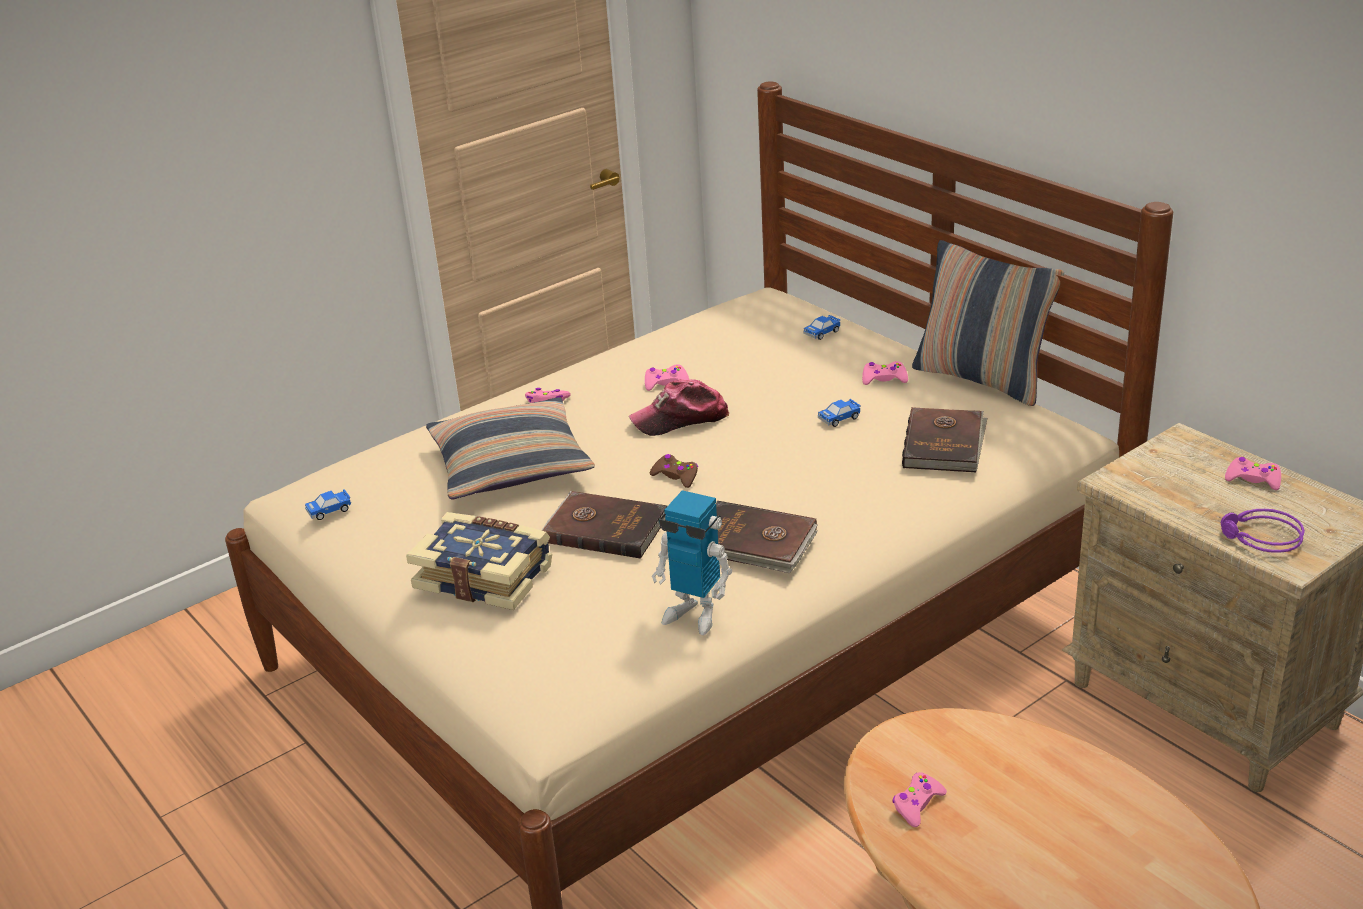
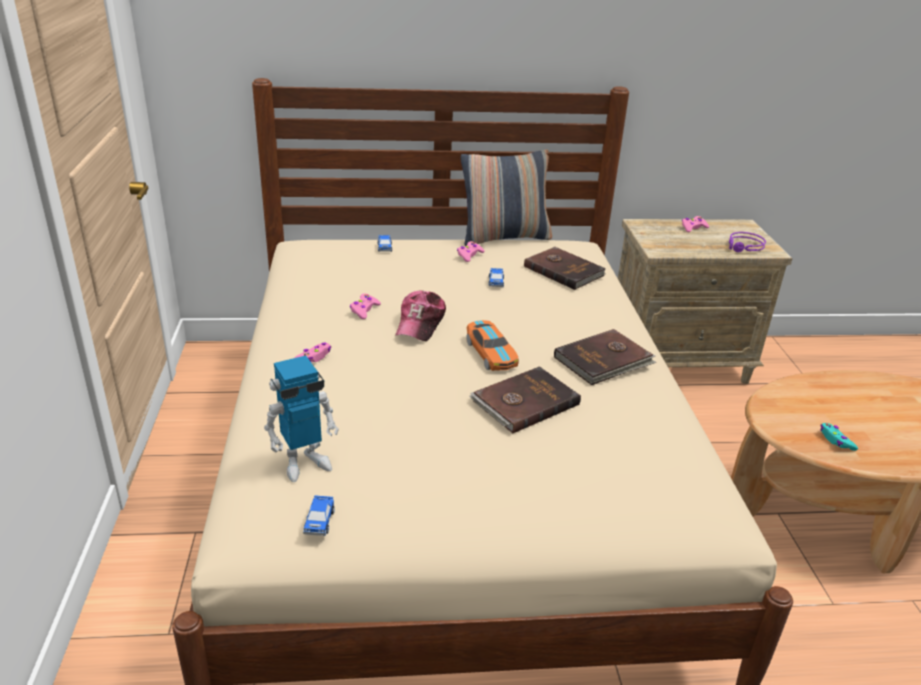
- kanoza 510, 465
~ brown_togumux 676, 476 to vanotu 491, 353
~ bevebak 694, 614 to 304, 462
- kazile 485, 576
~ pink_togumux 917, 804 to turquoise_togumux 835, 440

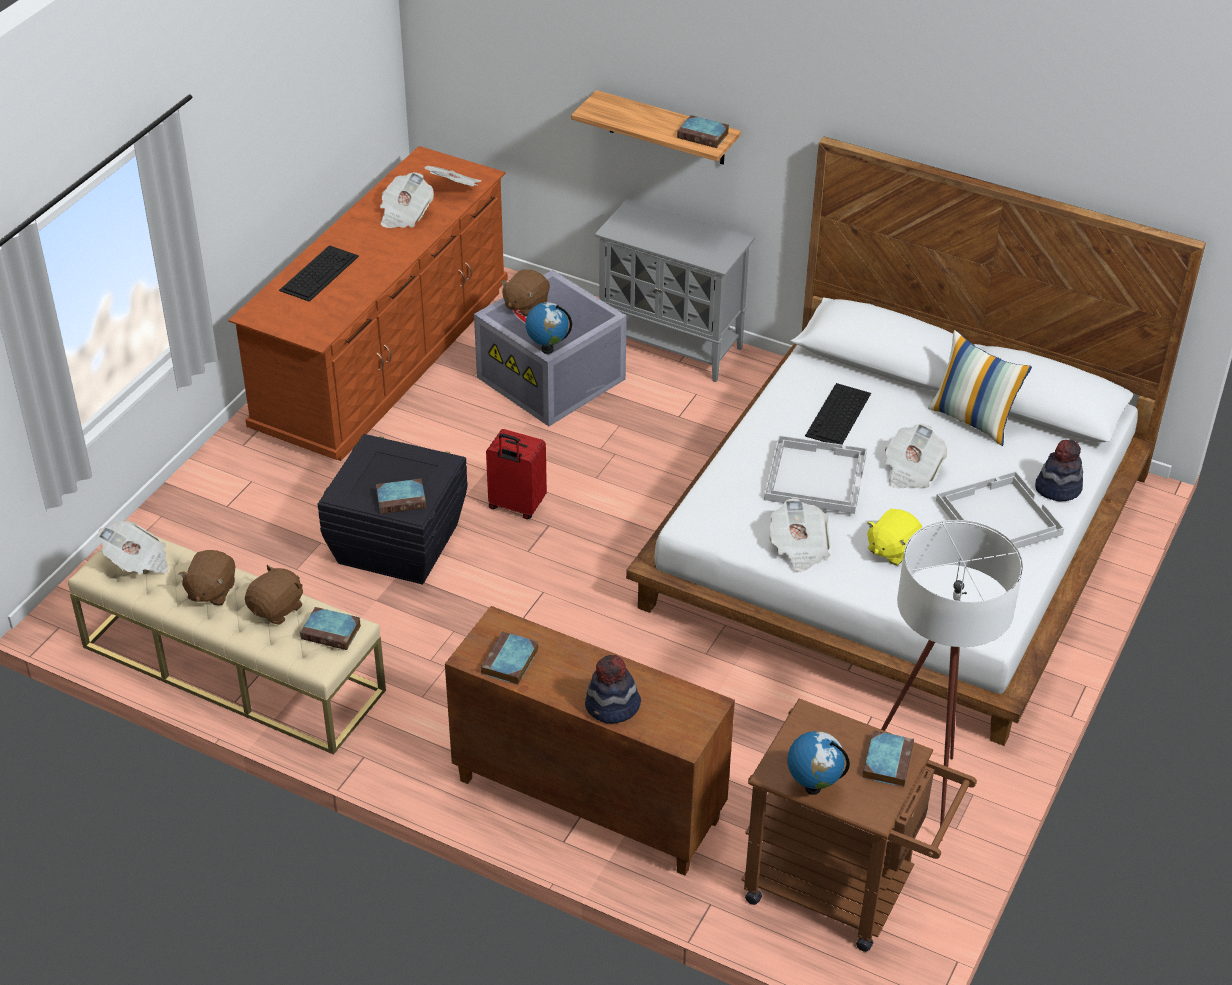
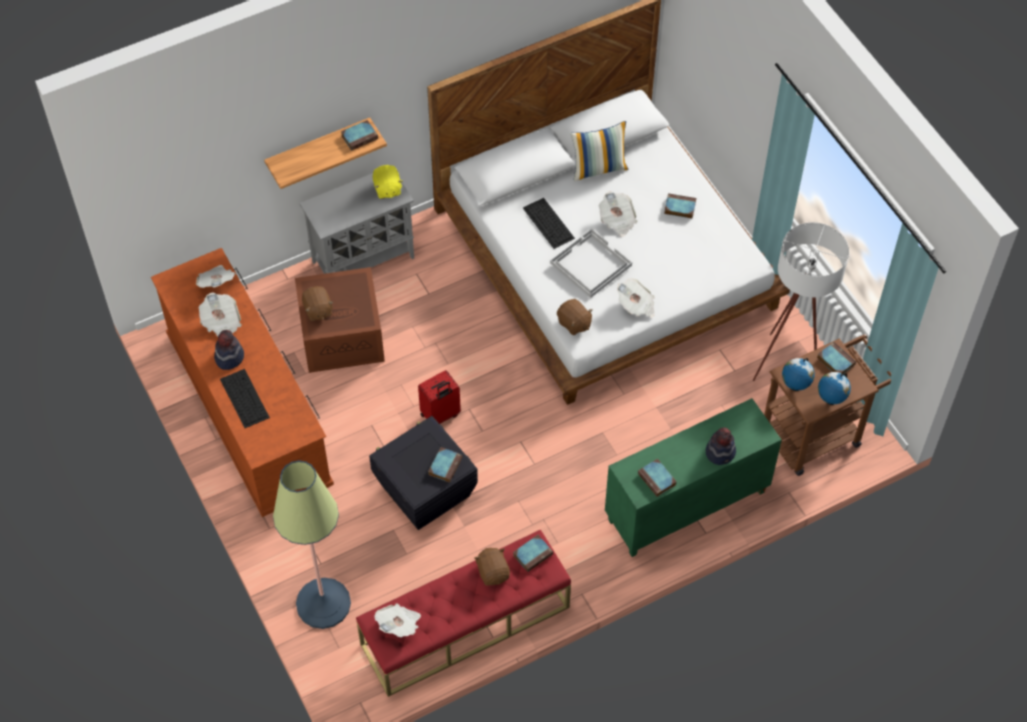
~ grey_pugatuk 553, 378 to brown_pugatuk 343, 334
~ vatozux 547, 349 to 795, 386
~ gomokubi 1058, 488 to 229, 357
~ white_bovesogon 997, 517 to kazile 679, 207
~ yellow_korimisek 891, 549 to 387, 189
~ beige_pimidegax 232, 668 to red_pimidegax 465, 626
~ brown_korimisek 211, 591 to 574, 323
~ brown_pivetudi 586, 801 to green_pivetudi 686, 507
+ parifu 323, 603

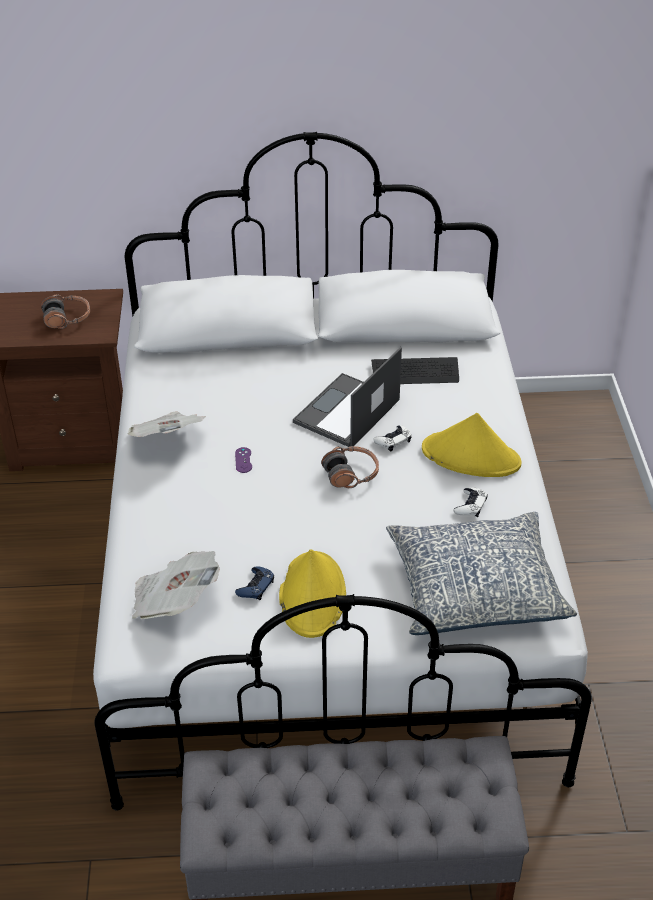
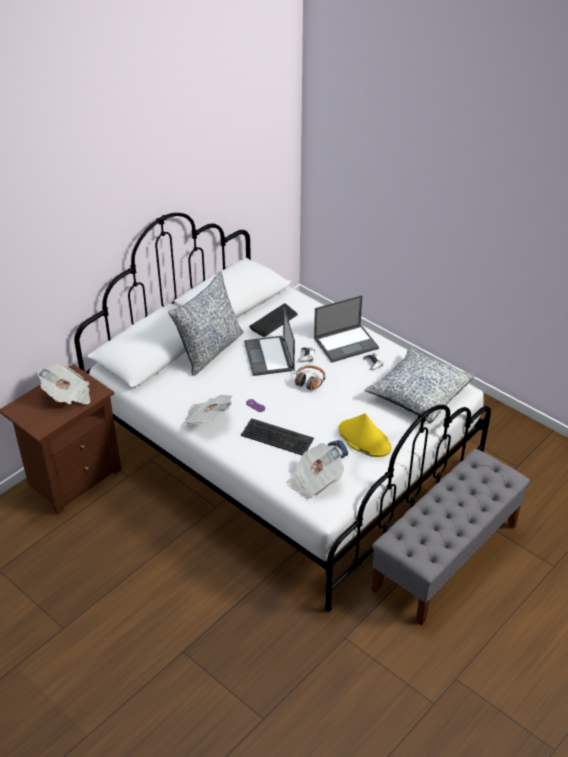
~ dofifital 67, 318 to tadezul 68, 395
~ yellow_gomokubi 471, 456 to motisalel 346, 343
+ kanoza 209, 350
+ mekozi 276, 438

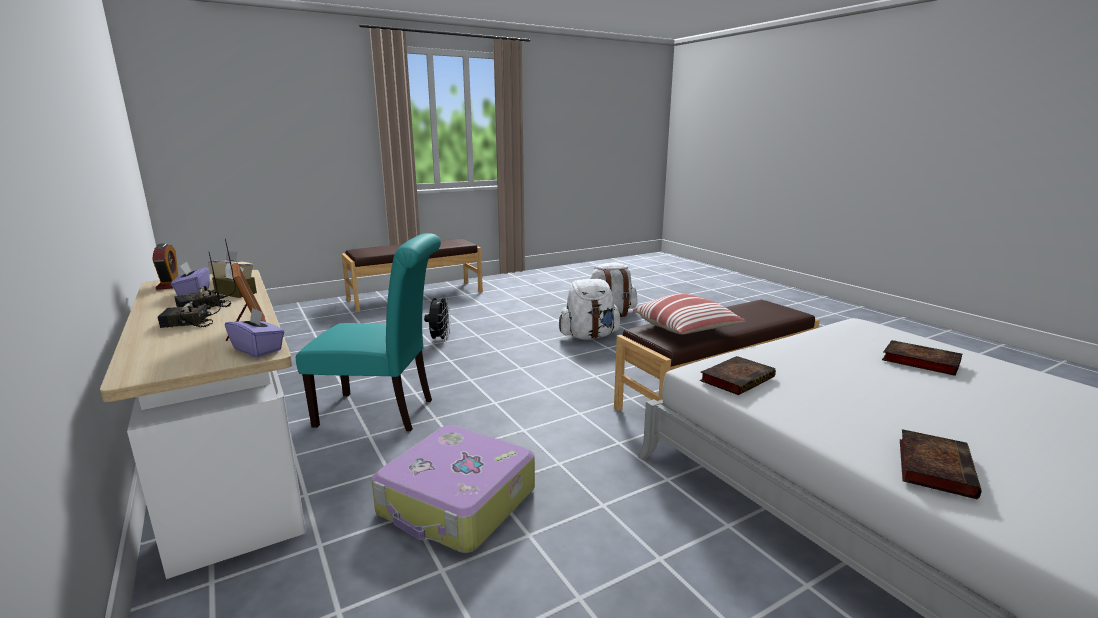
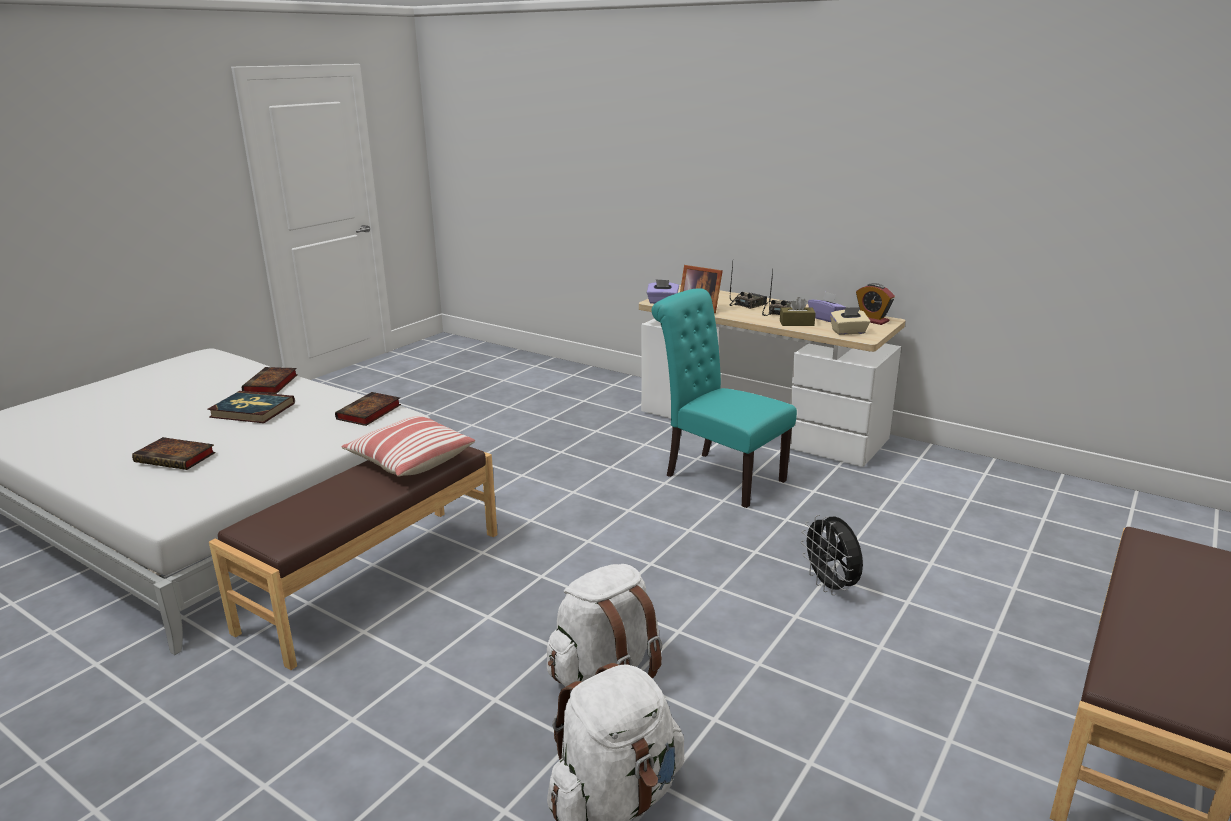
~ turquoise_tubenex 382, 412 = 718, 476 60 degrees clockwise
- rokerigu 457, 503
+ kazile 252, 410

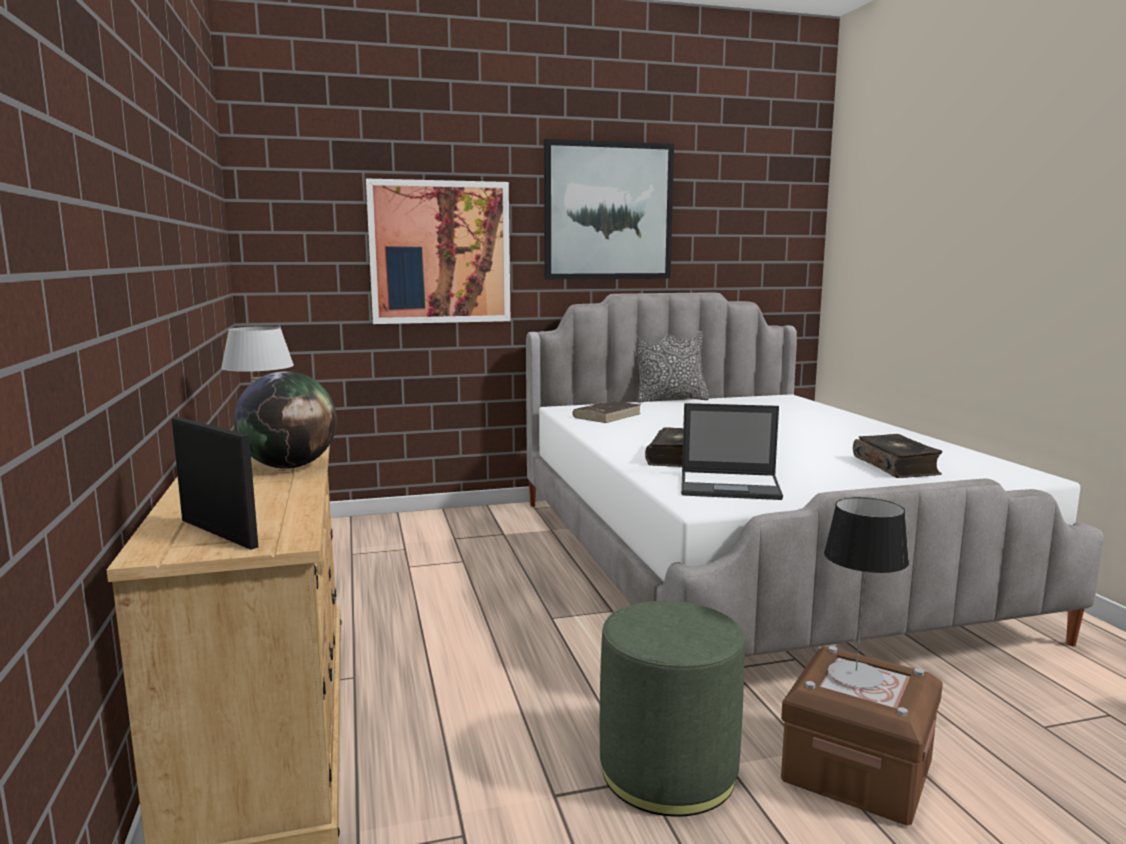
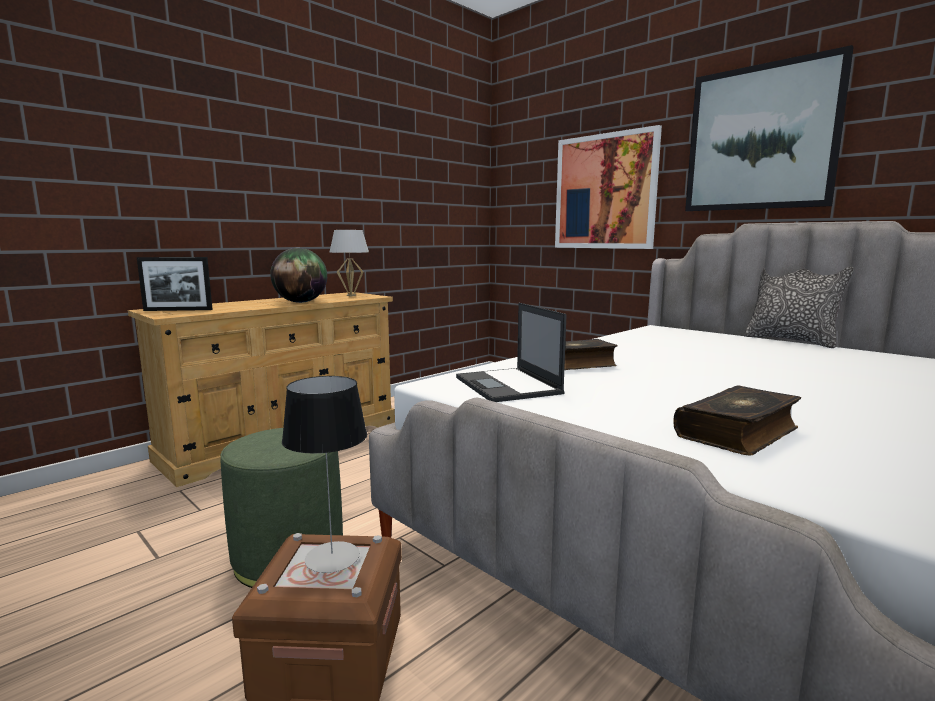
- brown_kazile 607, 415
~ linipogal 218, 533 = 178, 310 75 degrees clockwise

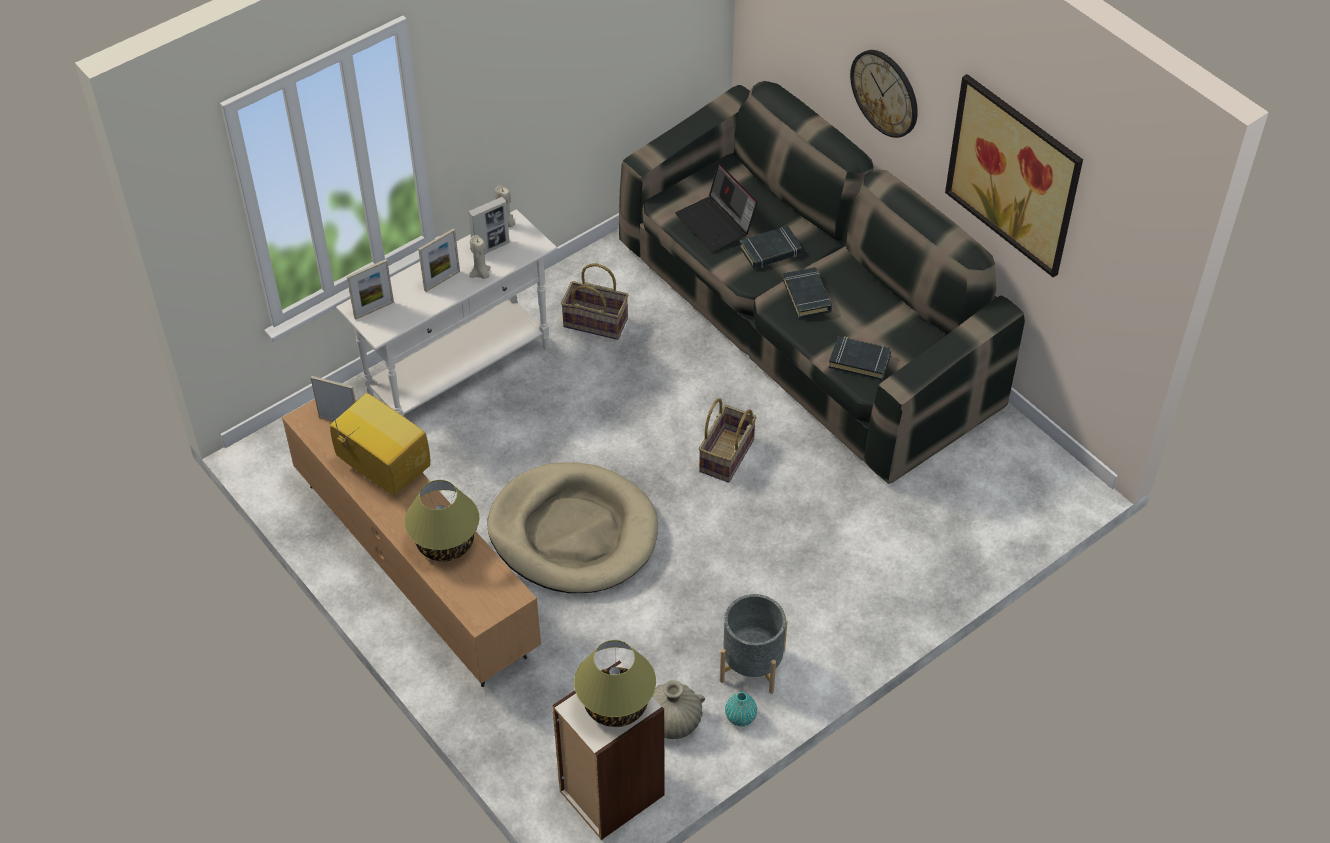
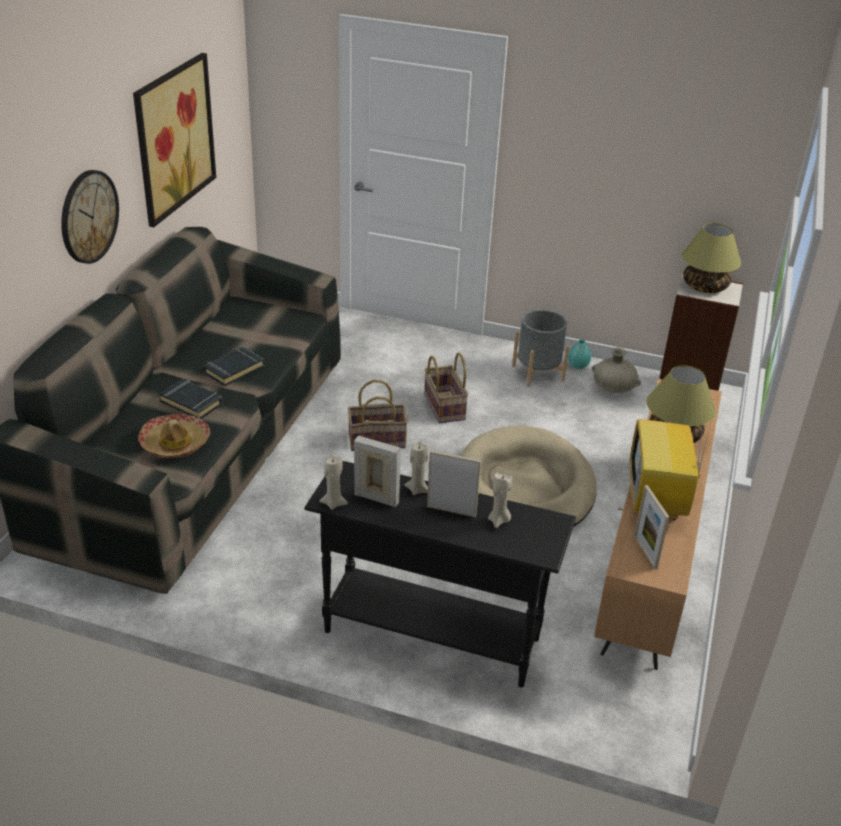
~ motisalel 716, 223 to gomokubi 175, 443
~ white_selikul 460, 373 to black_selikul 431, 634
- linipogal 374, 310
~ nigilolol 596, 322 to 443, 407
- black_kazile 859, 361
+ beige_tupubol 499, 520

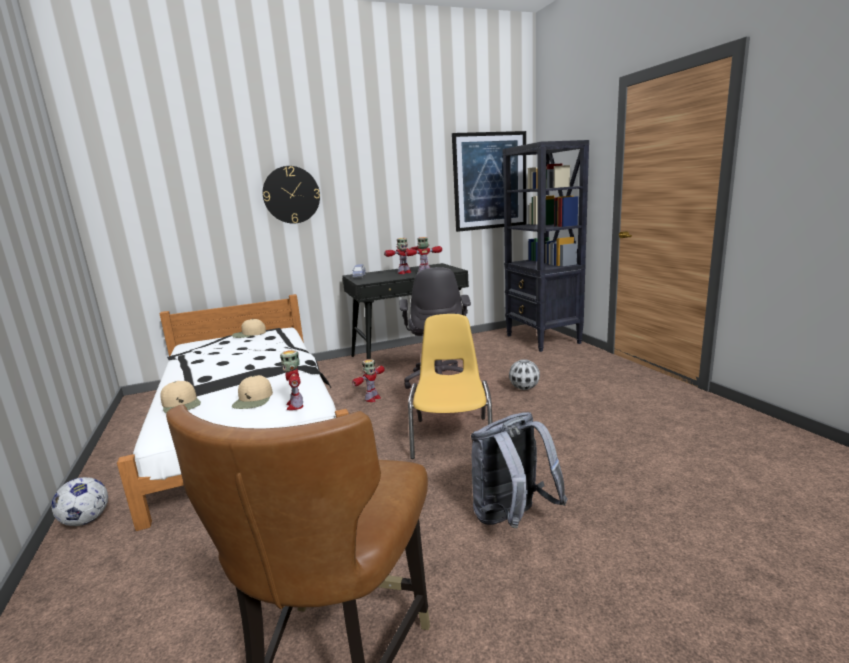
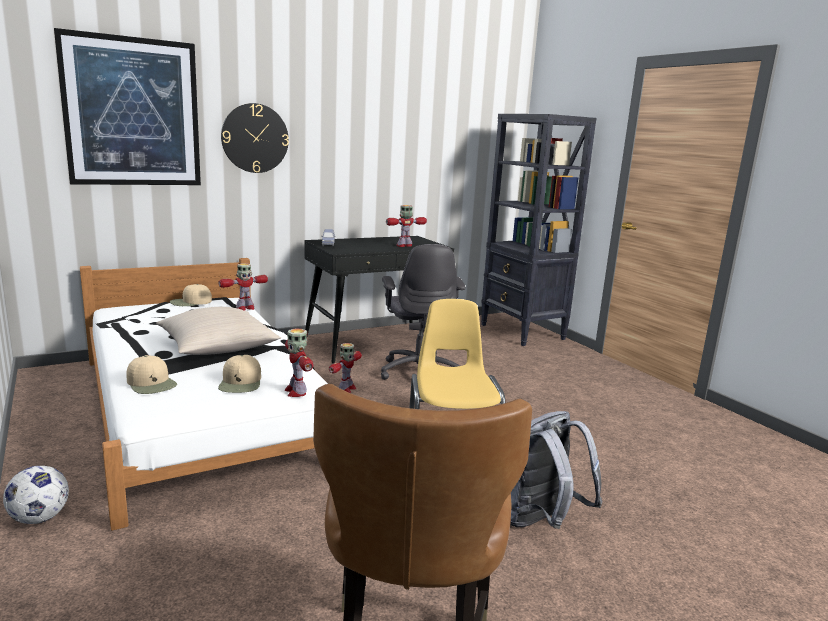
~ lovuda 490, 181 to 132, 112
~ bevebak 404, 273 to 245, 308
- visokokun 524, 389
+ beige_kanoza 217, 347

